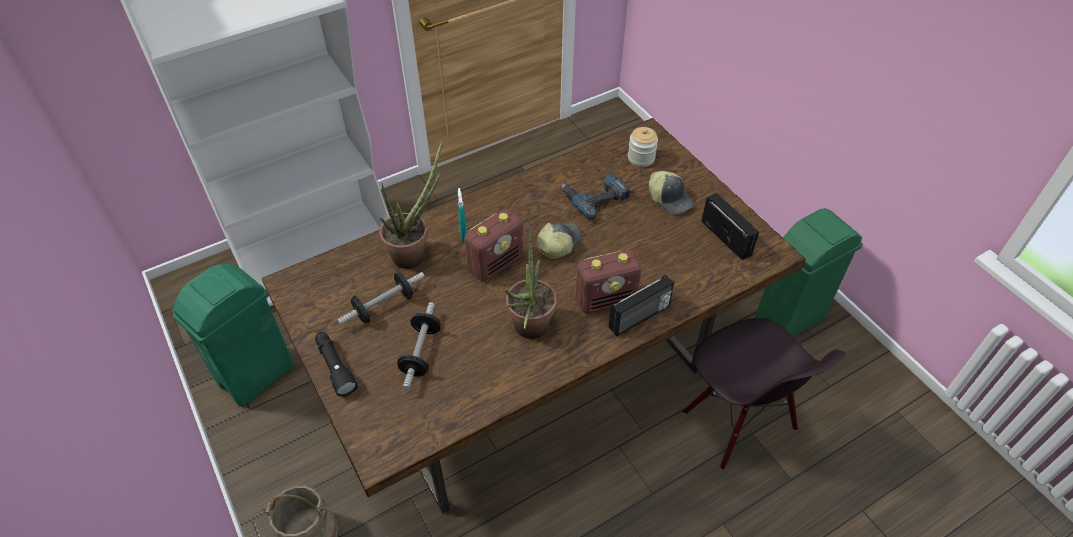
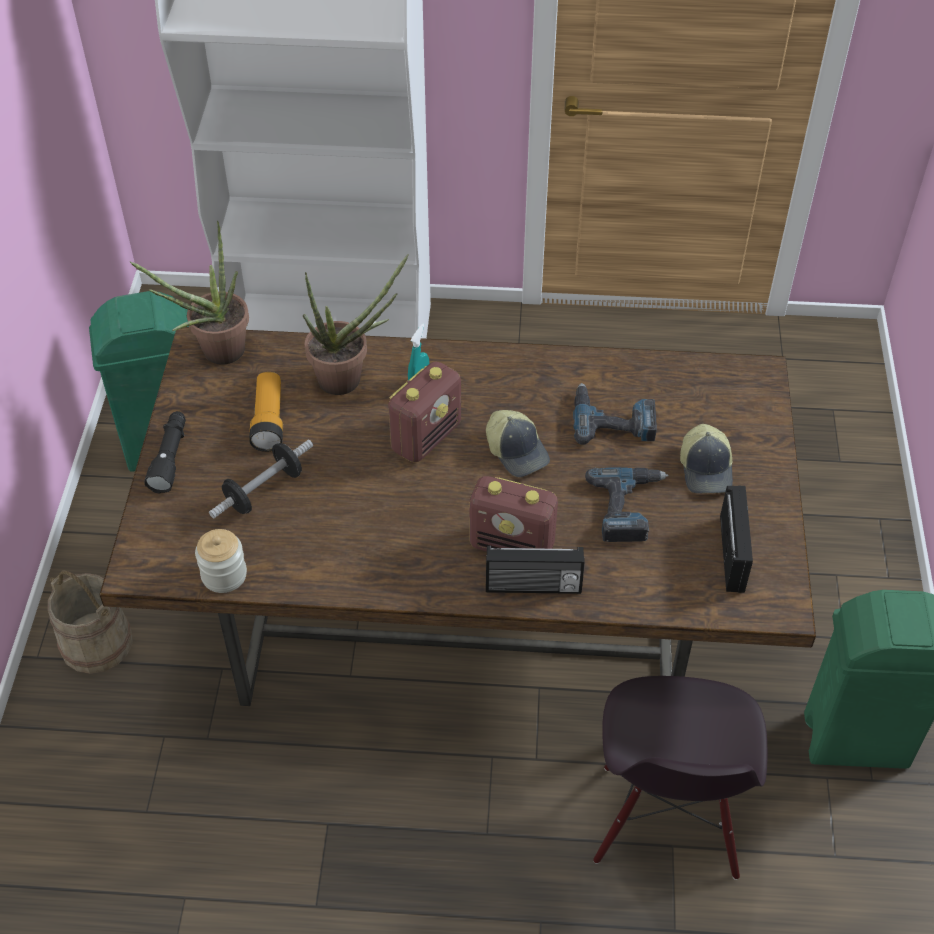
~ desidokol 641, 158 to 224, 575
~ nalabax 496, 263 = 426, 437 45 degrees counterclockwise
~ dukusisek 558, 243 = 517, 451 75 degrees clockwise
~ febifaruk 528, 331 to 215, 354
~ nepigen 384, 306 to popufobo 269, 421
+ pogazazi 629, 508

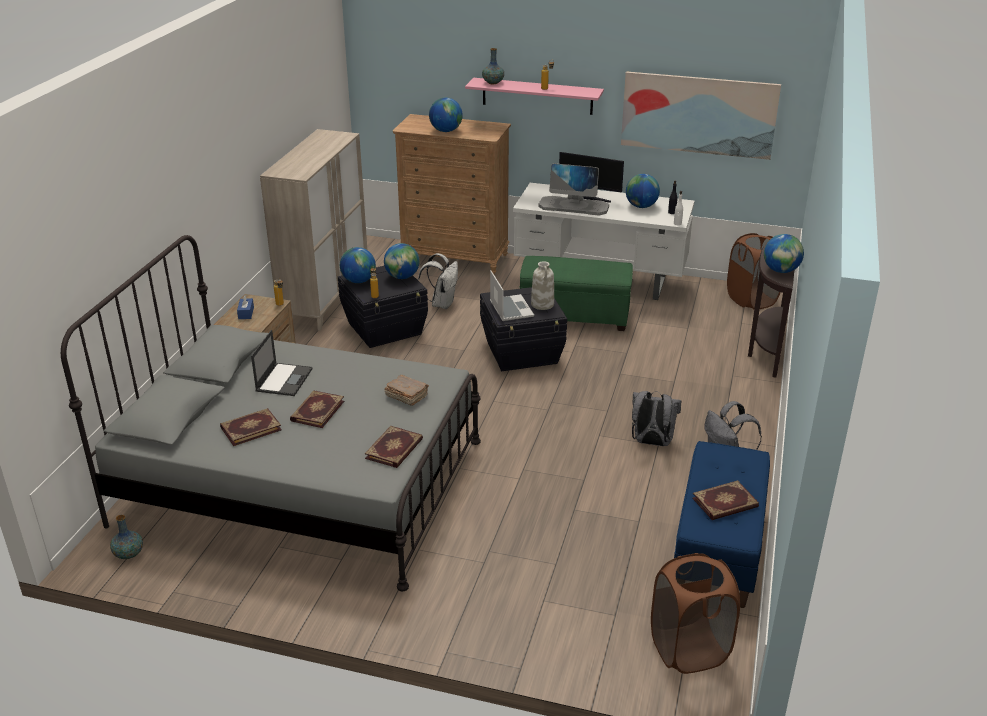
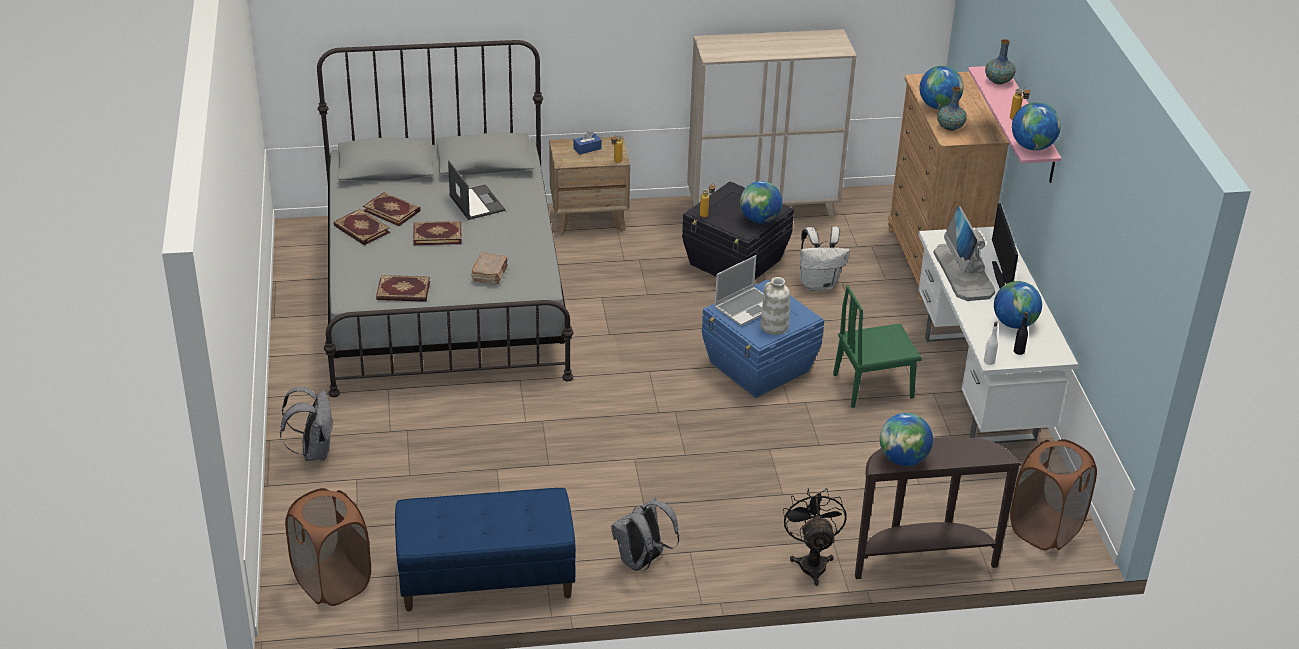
- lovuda 698, 115
~ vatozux 358, 281 to 1032, 147
~ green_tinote 574, 315 to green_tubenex 873, 386
~ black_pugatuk 522, 353 to blue_pugatuk 759, 367
~ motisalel 284, 379 = 476, 202 105 degrees counterclockwise
~ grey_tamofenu 651, 442 to 314, 451
~ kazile 725, 503 to 361, 229
~ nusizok 129, 554 to 950, 127
+ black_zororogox 811, 562

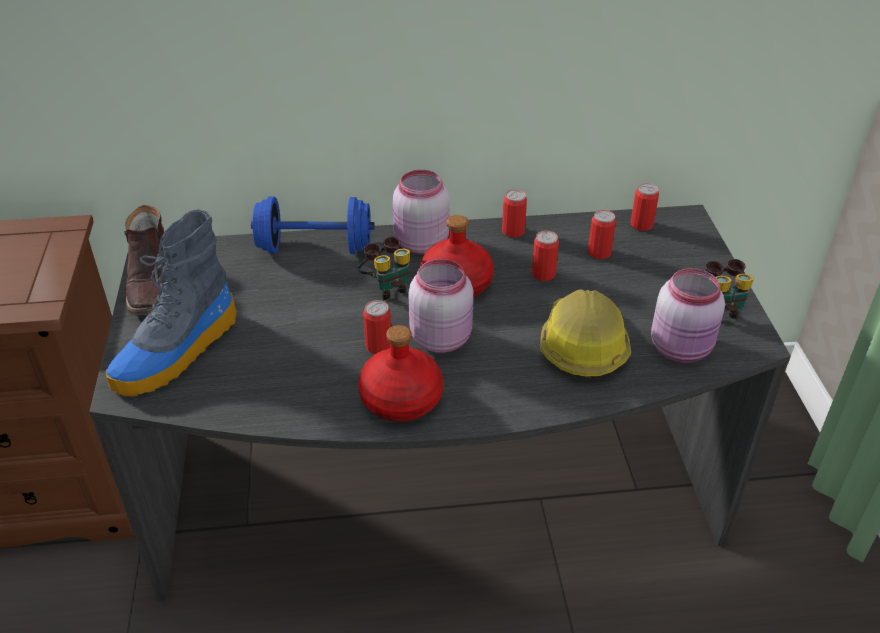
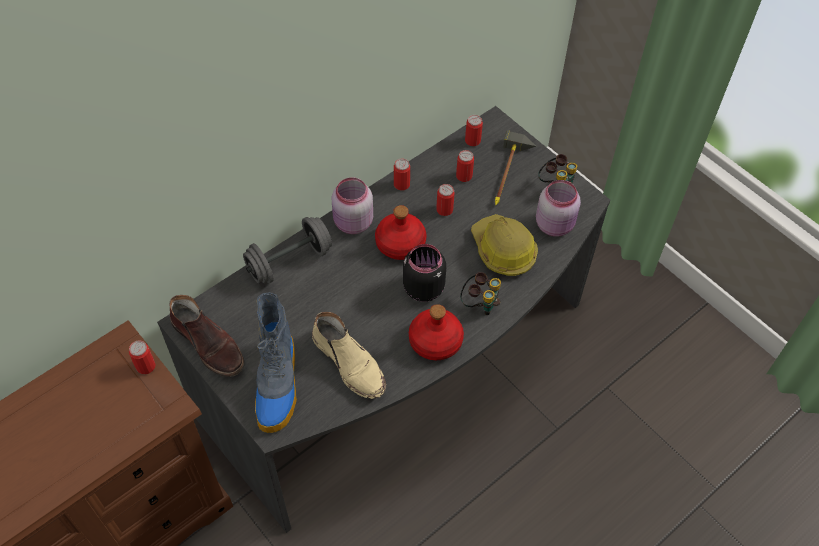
~ blue_nepigen 315, 248 to grey_nepigen 289, 262
~ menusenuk 387, 287 to 480, 304
~ pink_desidokol 441, 337 to black_desidokol 423, 287
~ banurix 378, 346 to 145, 366
+ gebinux 511, 175
+ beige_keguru 350, 363

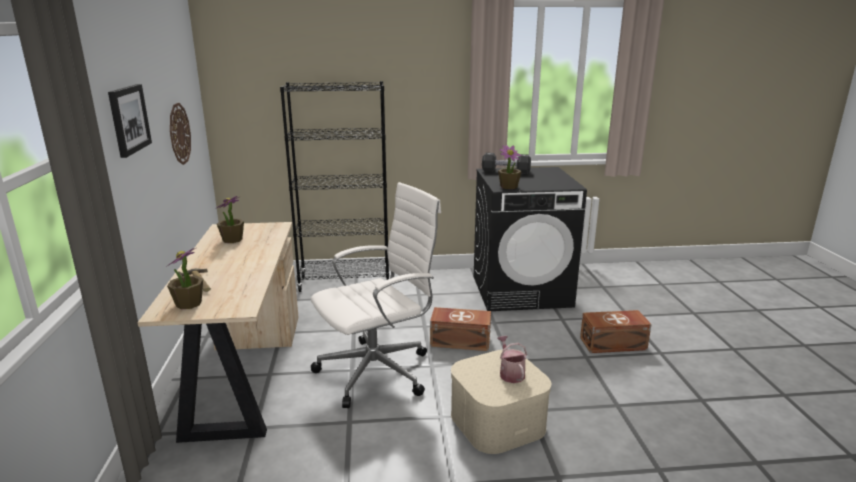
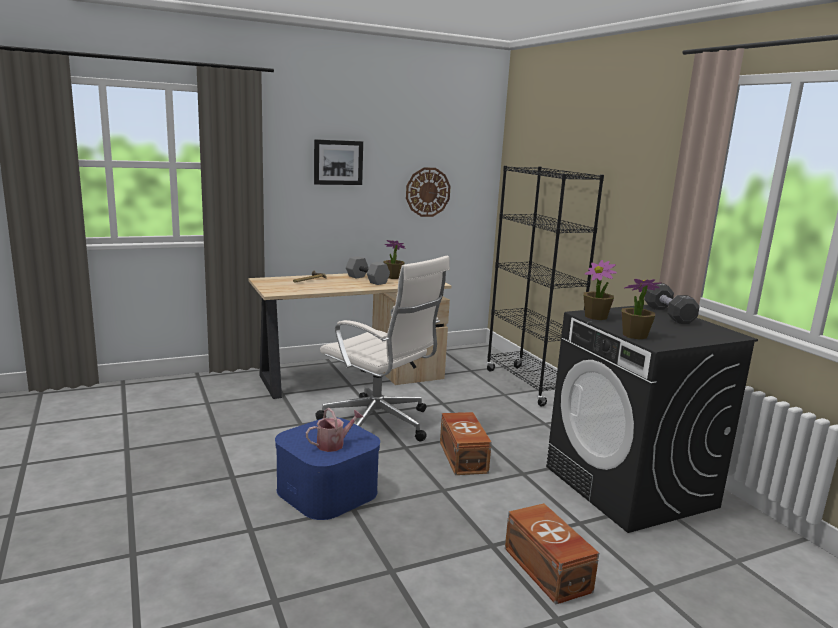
~ febifaruk 189, 304 to 634, 335
~ beige_pugatuk 497, 421 to blue_pugatuk 327, 490
+ grey_nepigen 366, 280

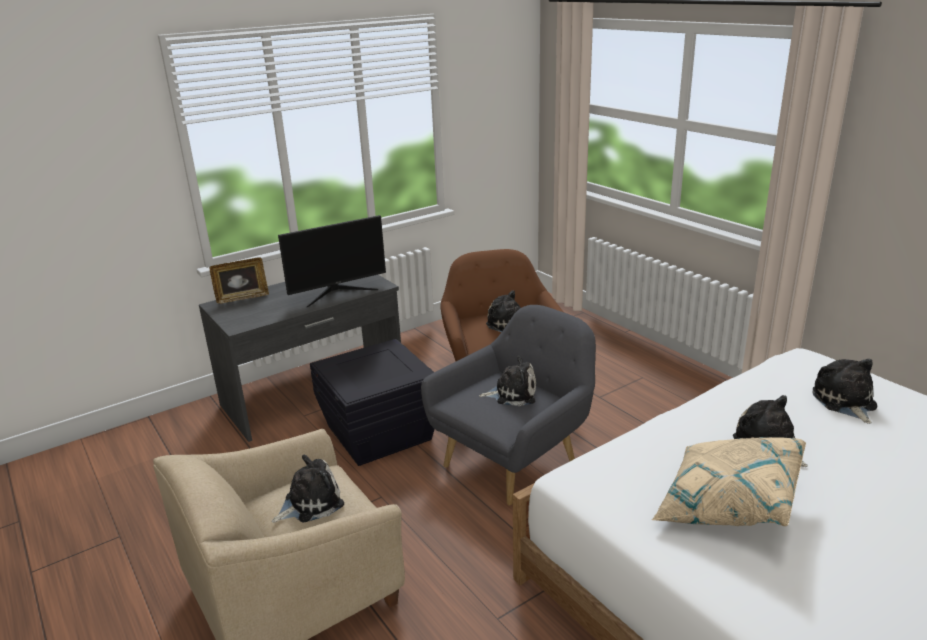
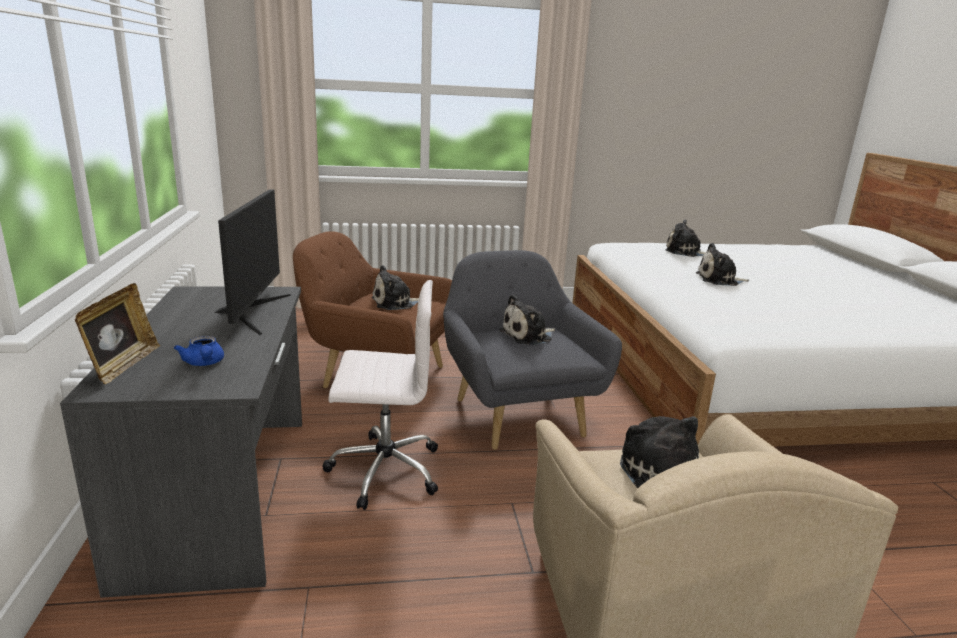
~ black_pugatuk 378, 433 to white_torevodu 383, 470
~ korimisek 512, 393 = 528, 336 150 degrees counterclockwise
- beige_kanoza 727, 505
+ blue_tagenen 204, 363

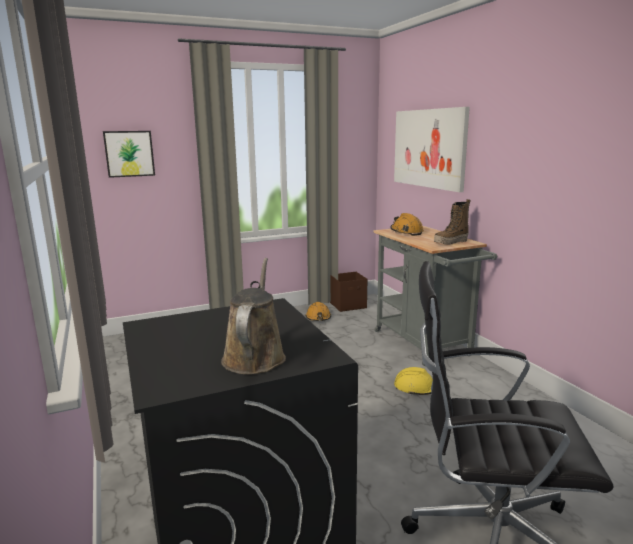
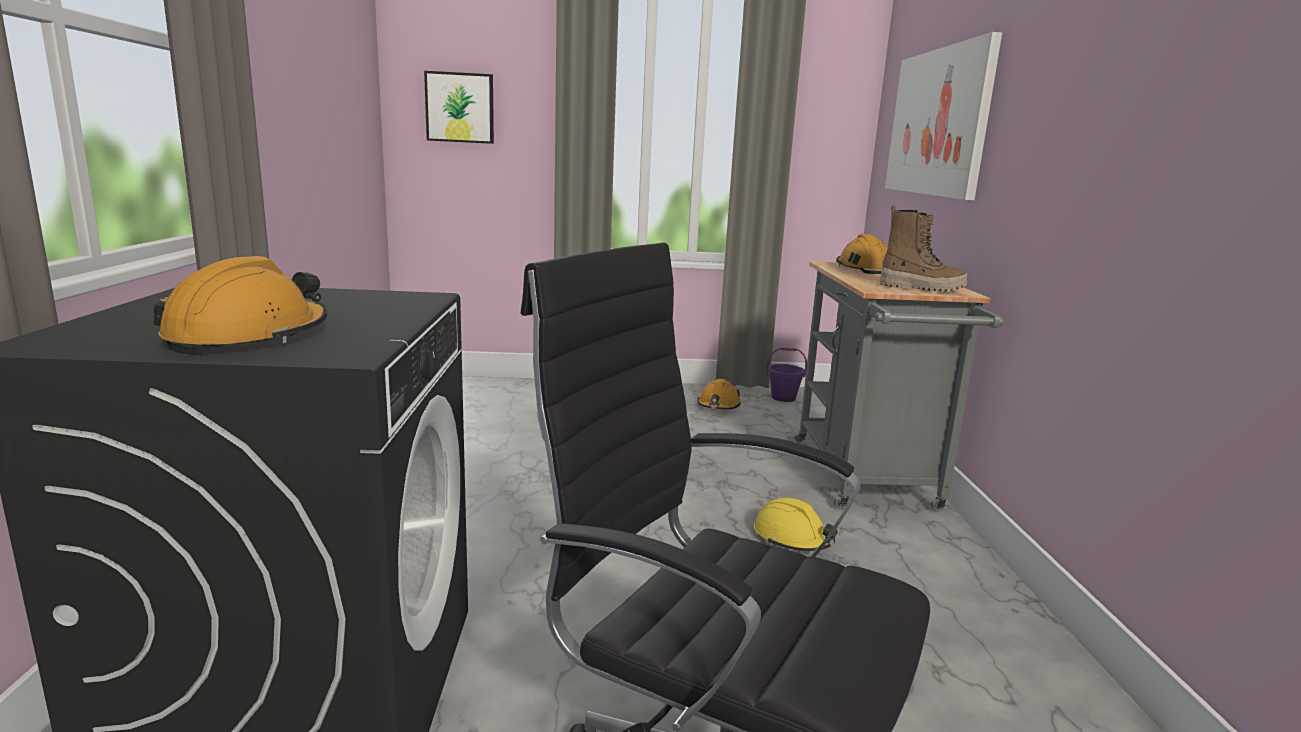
~ keguru 451, 242 = 921, 288 150 degrees counterclockwise
~ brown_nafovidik 255, 356 to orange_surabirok 249, 337
~ brown_pugatuk 348, 305 to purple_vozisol 783, 397

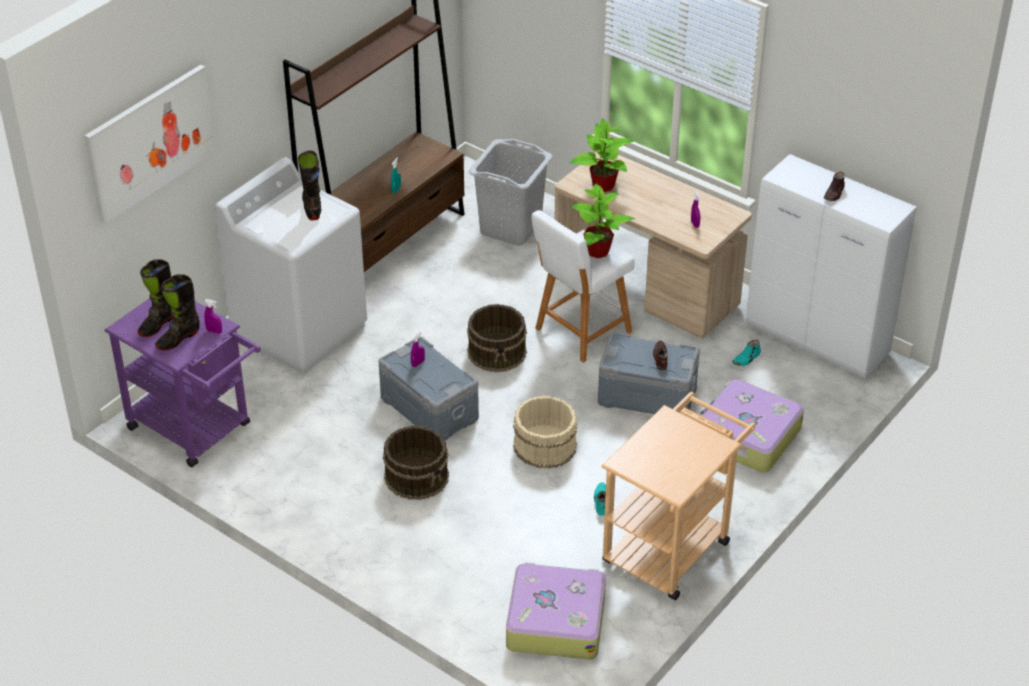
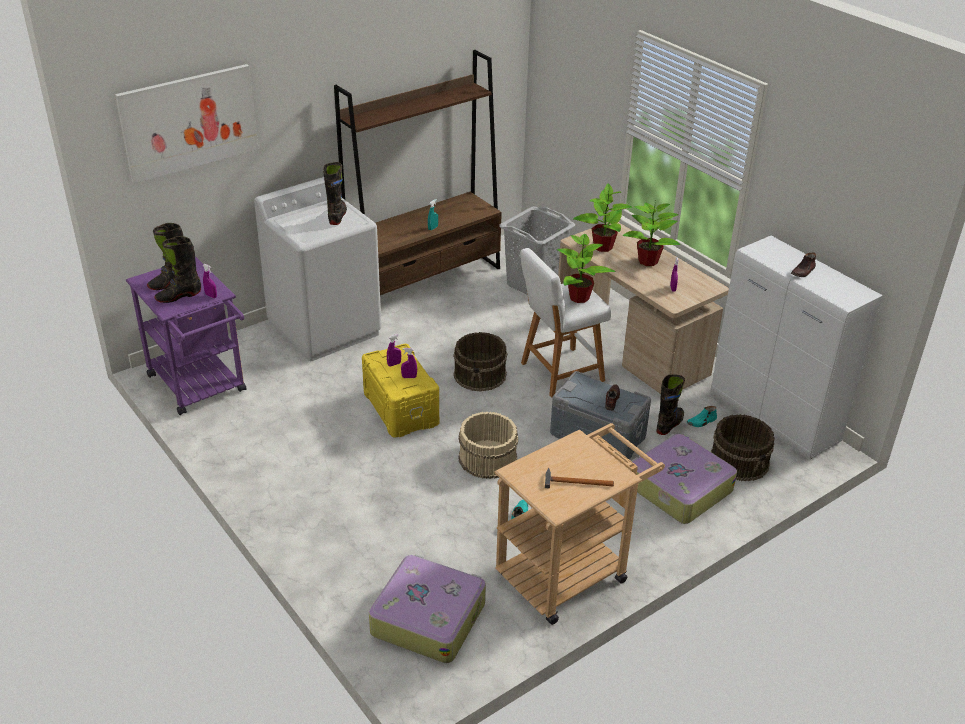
~ grey_pugatuk 430, 408 to yellow_pugatuk 401, 408
~ brown_vozisol 417, 476 to 740, 461
+ febifaruk 648, 261
+ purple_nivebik 409, 377
+ black_keguru 669, 425
+ gebinux 575, 482

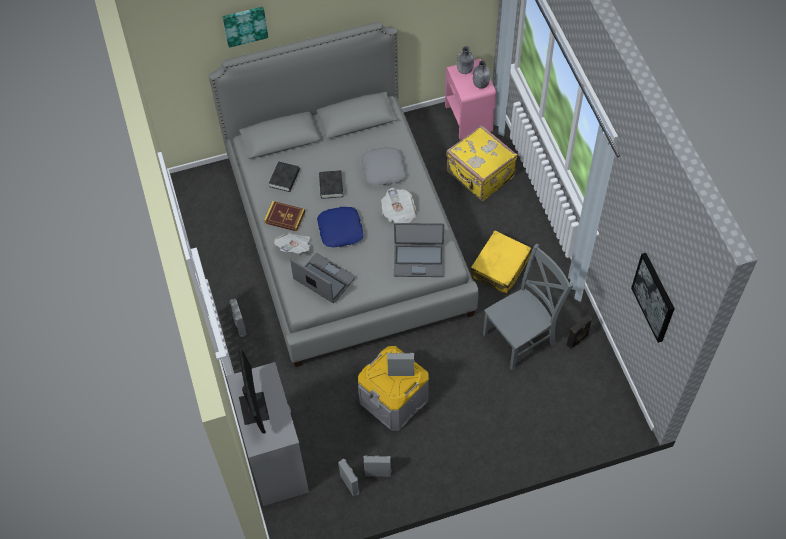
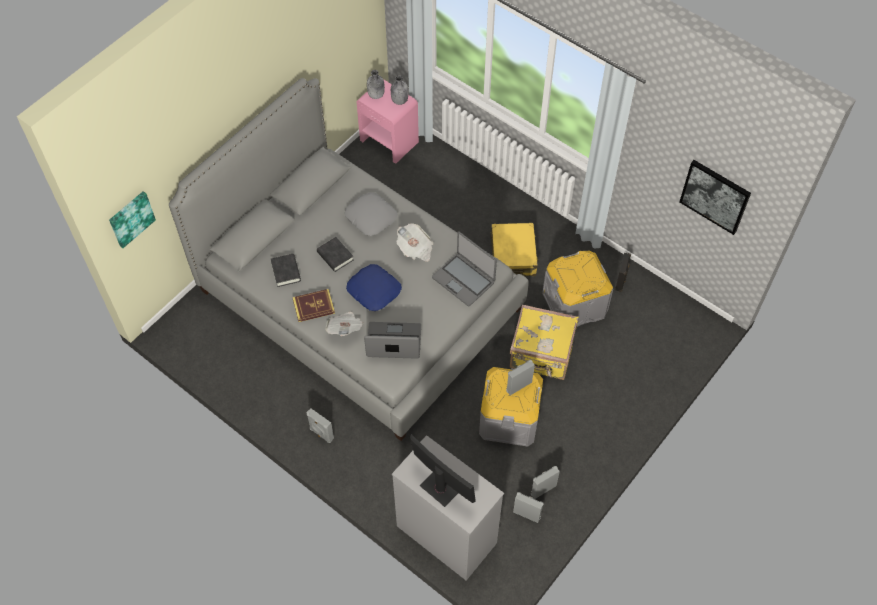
~ lovuda 245, 25 to 131, 218
~ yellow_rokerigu 480, 175 to 542, 354
~ motisalel 418, 260 = 463, 279 75 degrees clockwise
~ grey_tubenex 521, 337 to grey_pugatuk 574, 304

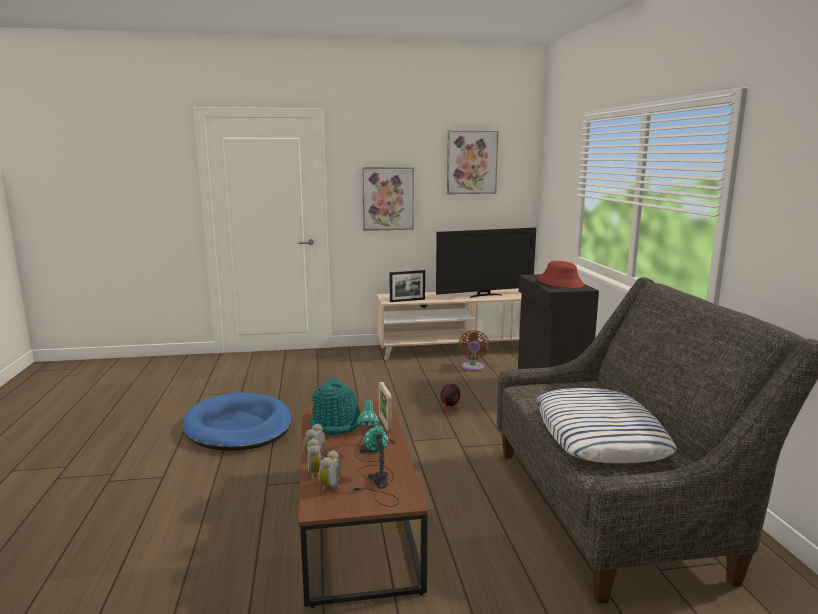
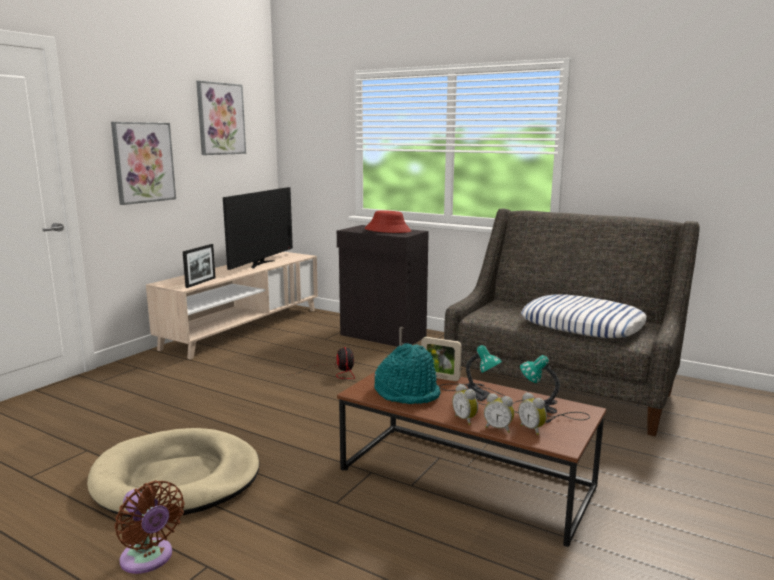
~ brown_zororogox 472, 367 to 149, 559
~ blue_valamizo 238, 427 to beige_valamizo 177, 479

